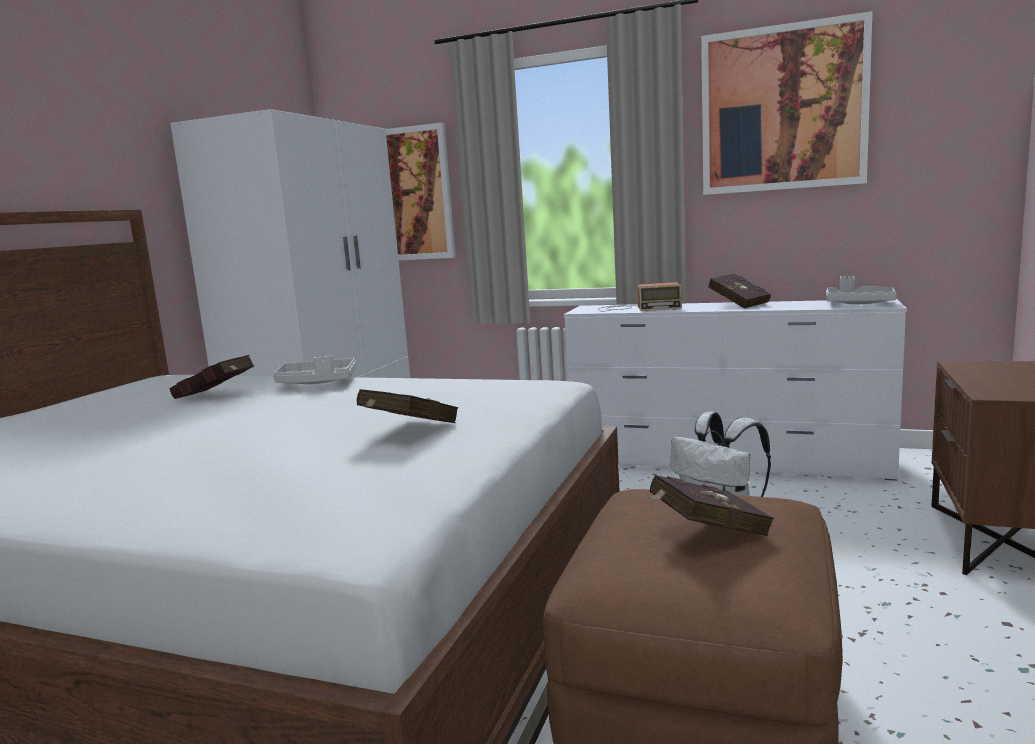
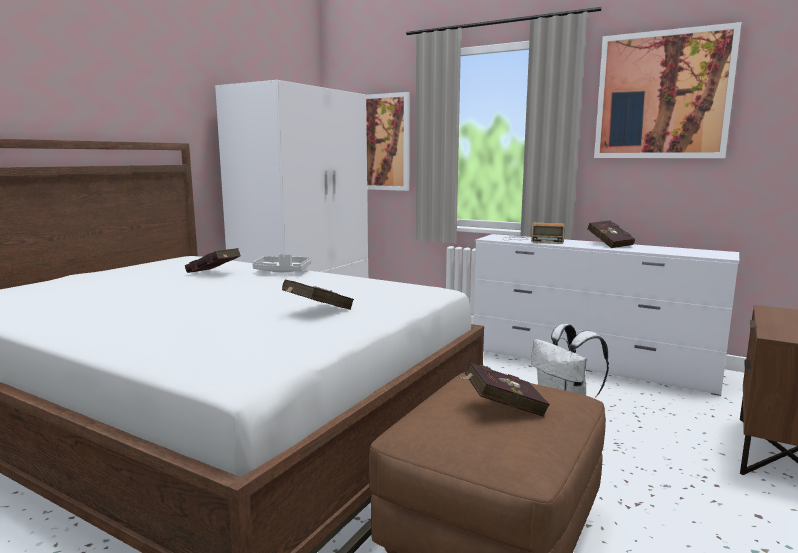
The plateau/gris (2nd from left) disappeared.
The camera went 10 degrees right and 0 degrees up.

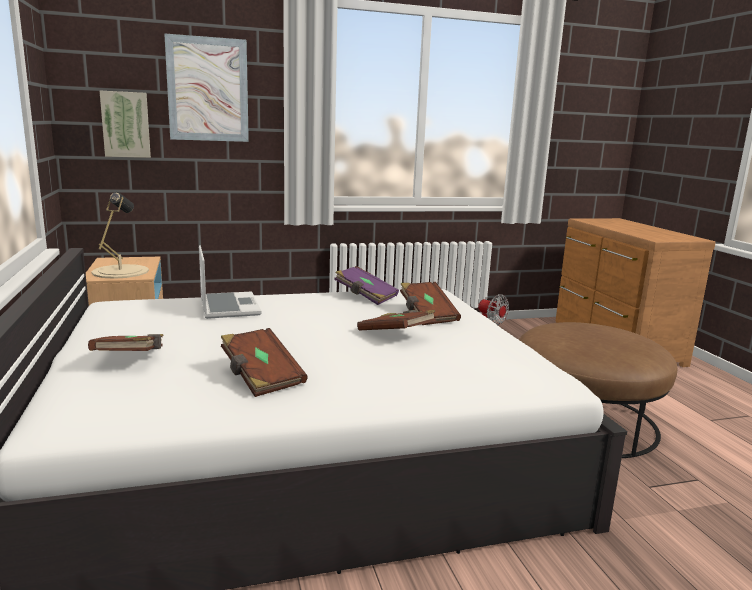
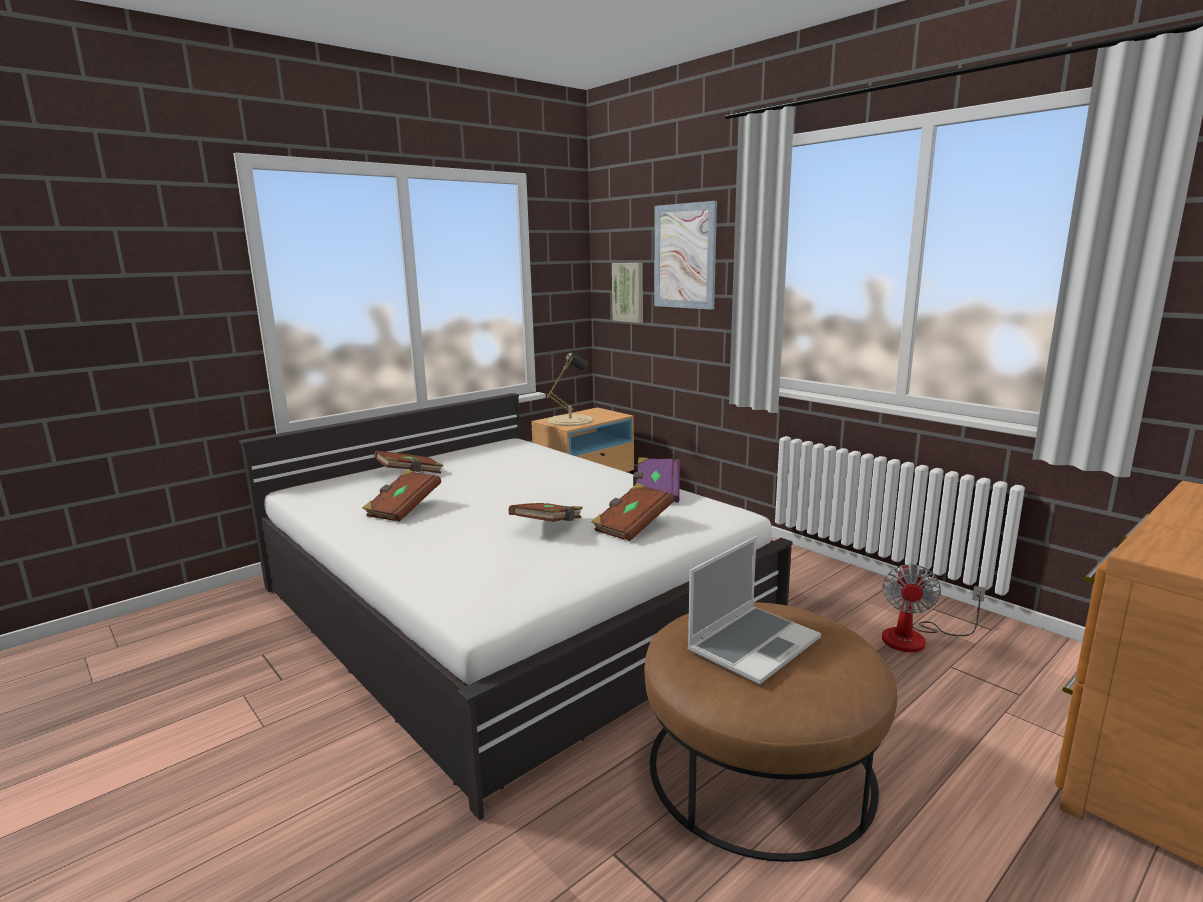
The ordinateur portable moved.
The camera went 65 degrees right and 0 degrees up.

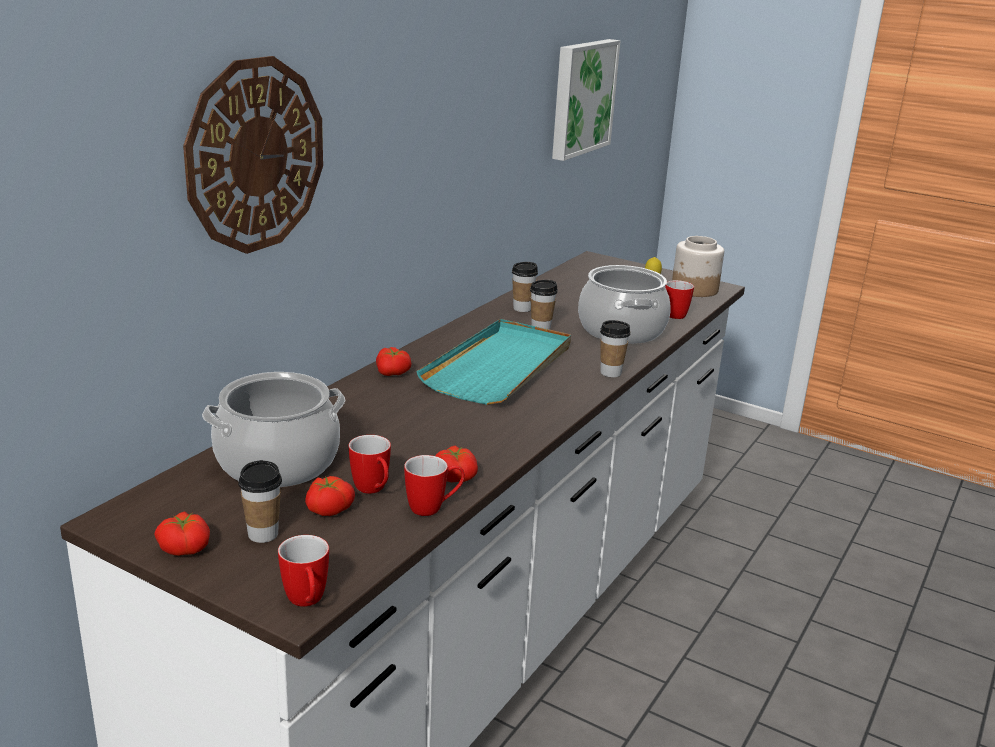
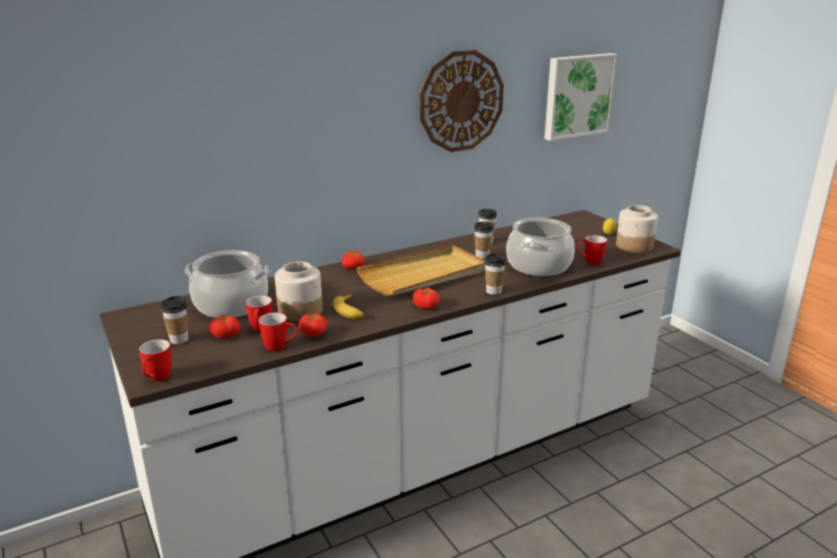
The bocal (1st from left) appeared.
The banane appeared.
The tomate (1st from left in the first image) moved.
The horloge murale moved.
The plateau/turquoise became the plateau/beige.
The camera went 30 degrees right and 0 degrees up.

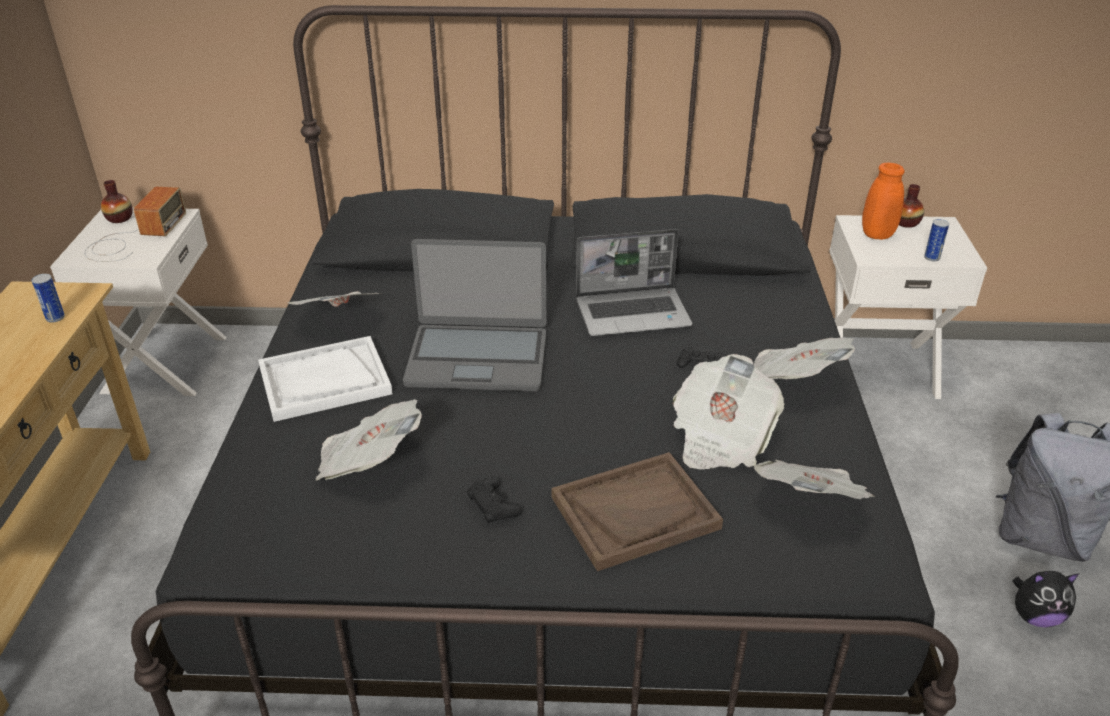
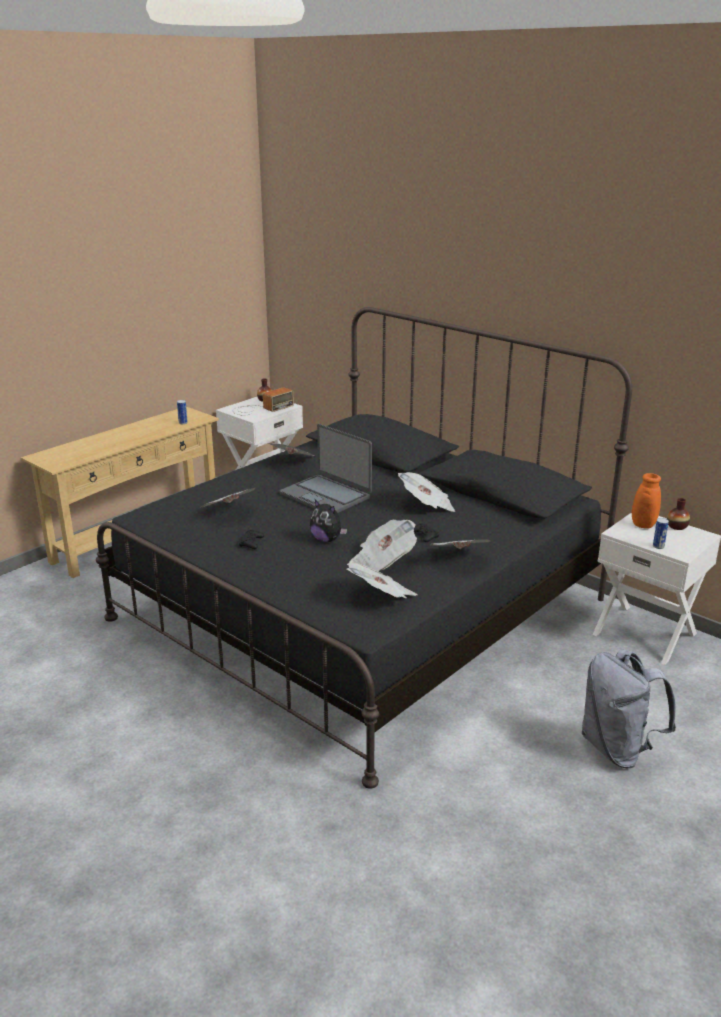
The plateau/blanc disappeared.
The plateau/marron disappeared.
The peluche moved.
The ordinateur portable (2nd from left) was replaced by the journal (5th from left).
The camera went 40 degrees right and 10 degrees down.

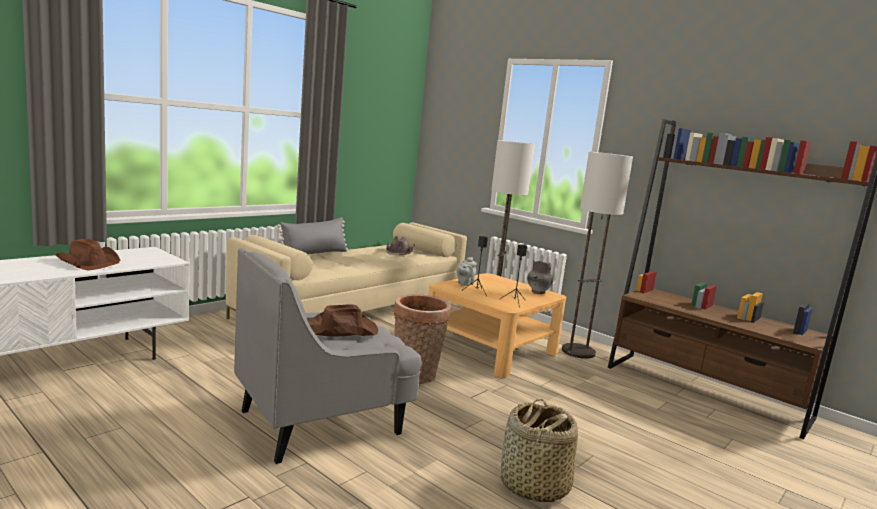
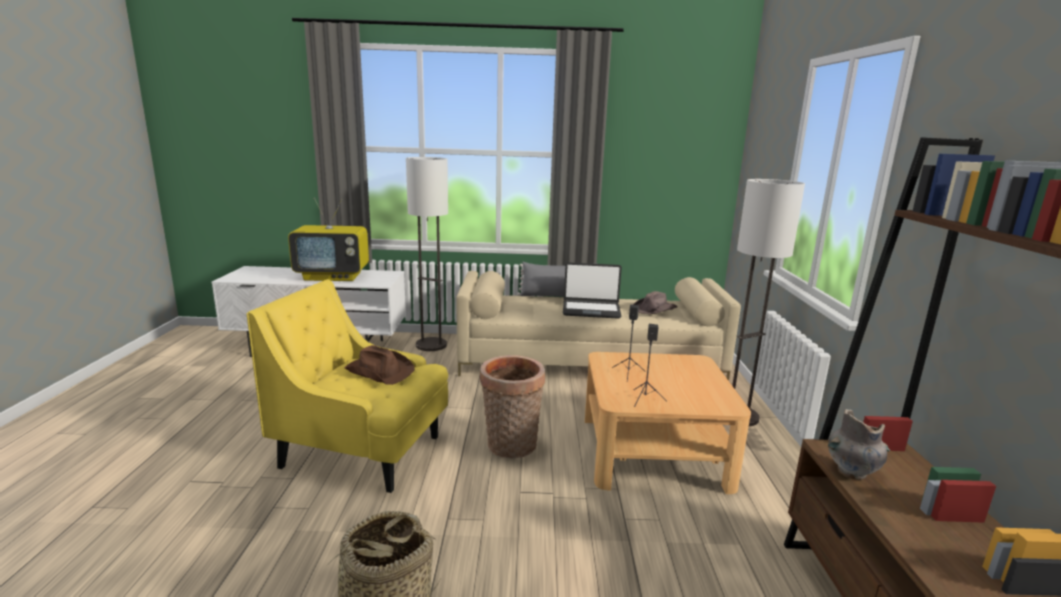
The théière/gris disappeared.
The ordinateur portable appeared.
The vase/gris moved.
The lampadaire (2nd from left in the first image) moved.
The chapeau/marron (1st from left) was replaced by the téléviseur.
The fauteuil/gris became the fauteuil/jaune.
The camera went 50 degrees right and 5 degrees up.

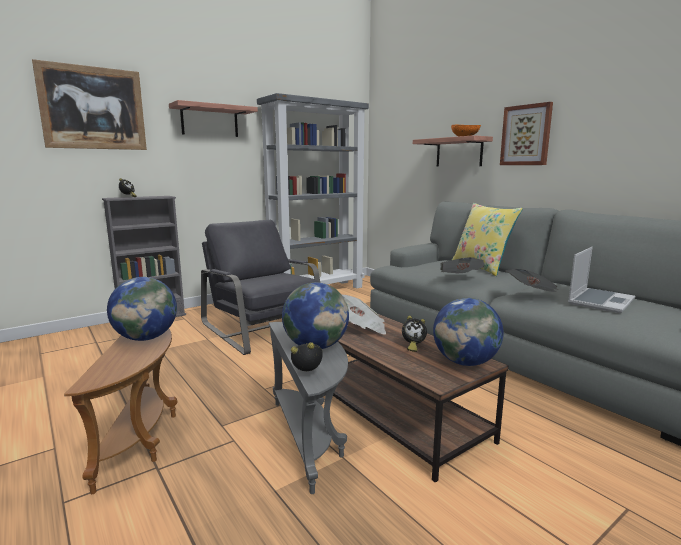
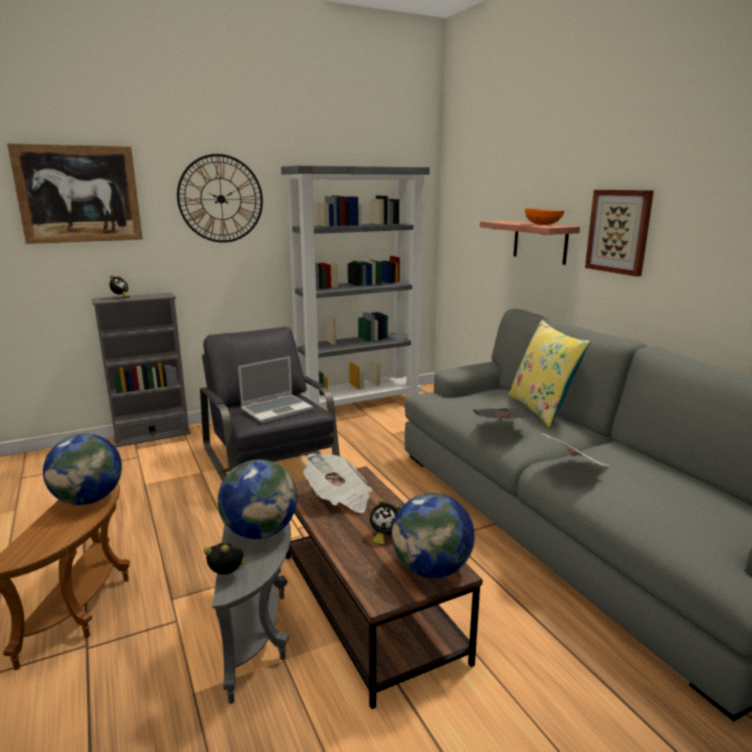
The ordinateur portable moved.
The étagère (1st from left) was replaced by the horloge murale.
The camera went 10 degrees right and 5 degrees up.

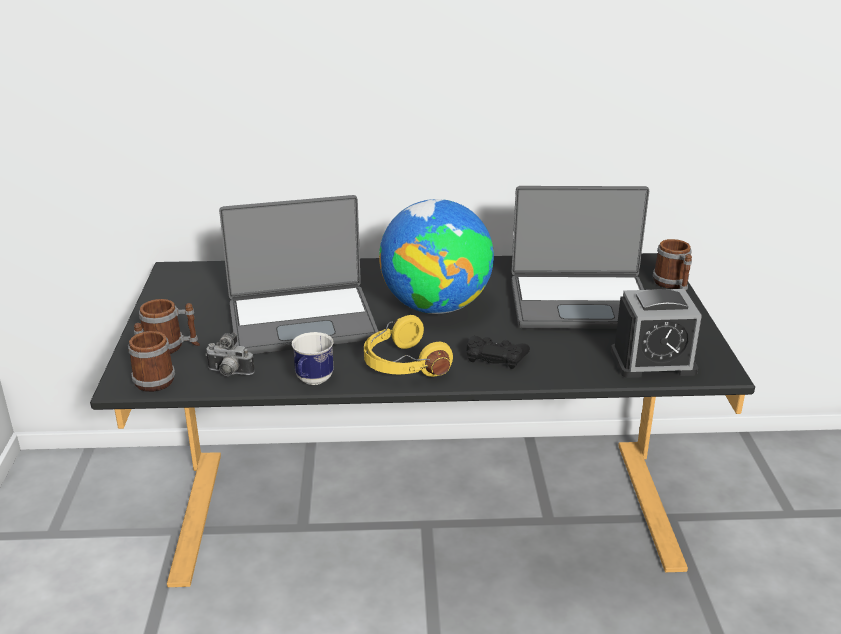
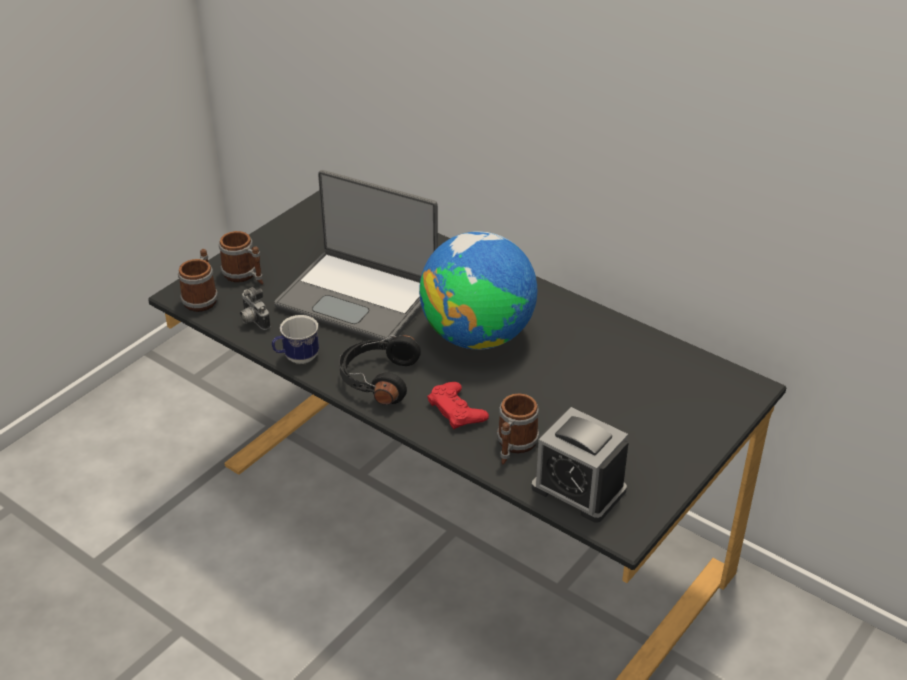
The ordinateur portable (2nd from left) disappeared.
The mug (4th from left) moved.
The casque audio/jaune became the casque audio/noir.
The manette/noir became the manette/rouge.
The camera went 40 degrees right and 10 degrees up.

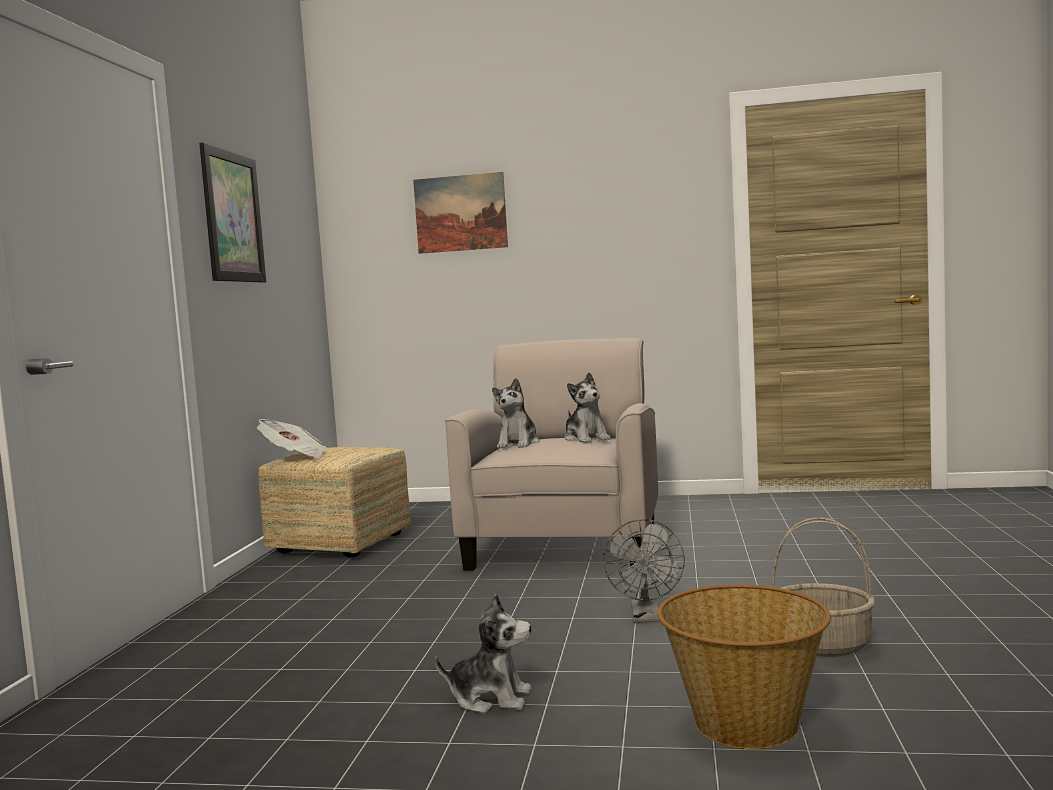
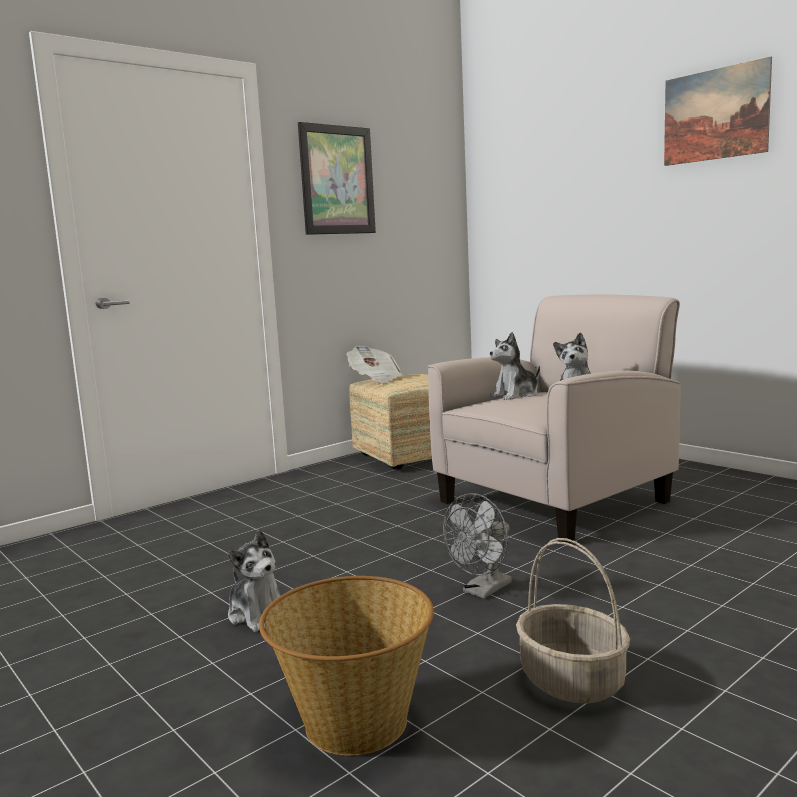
The tableau (2nd from left) moved.
The camera went 40 degrees right and 5 degrees up.

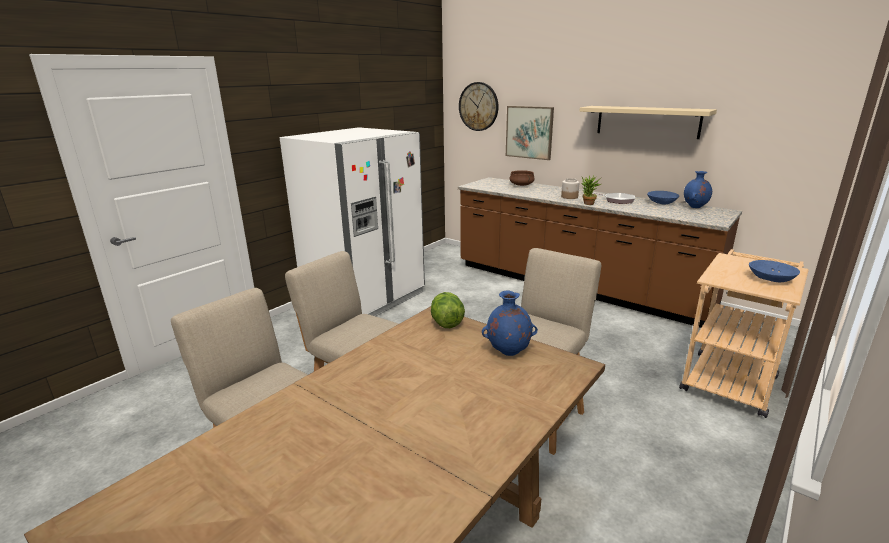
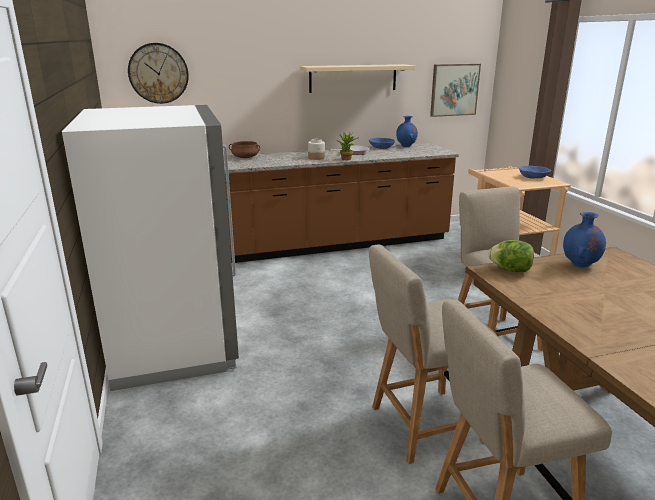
The tableau moved.
The camera went 55 degrees left and 0 degrees up.

